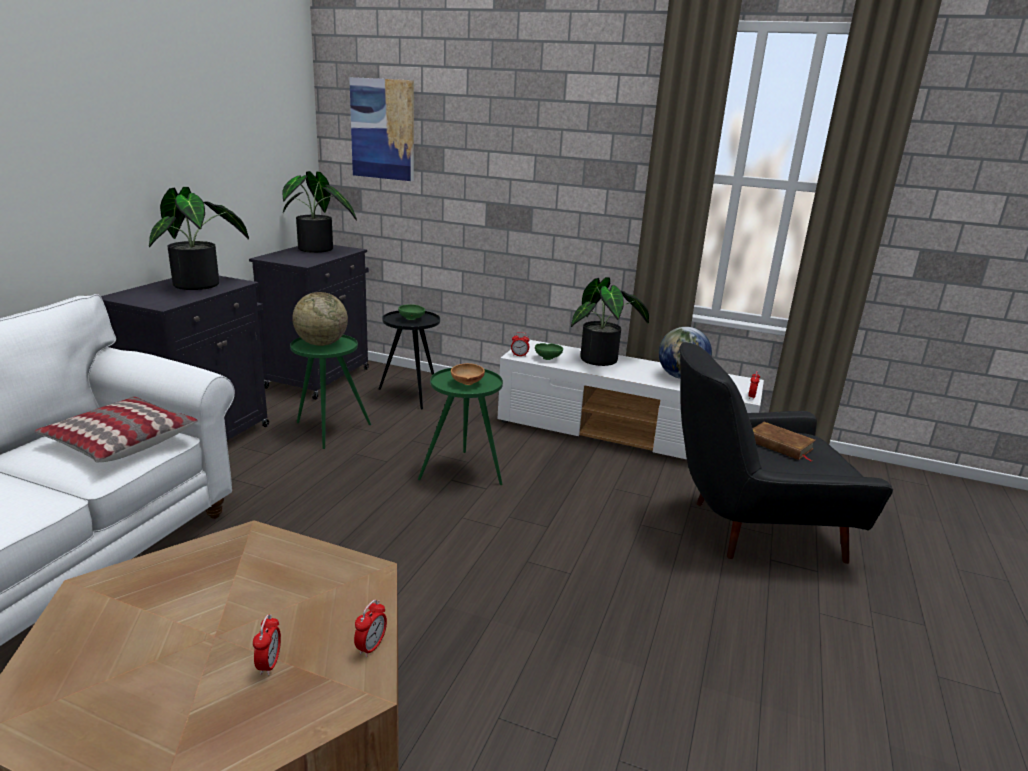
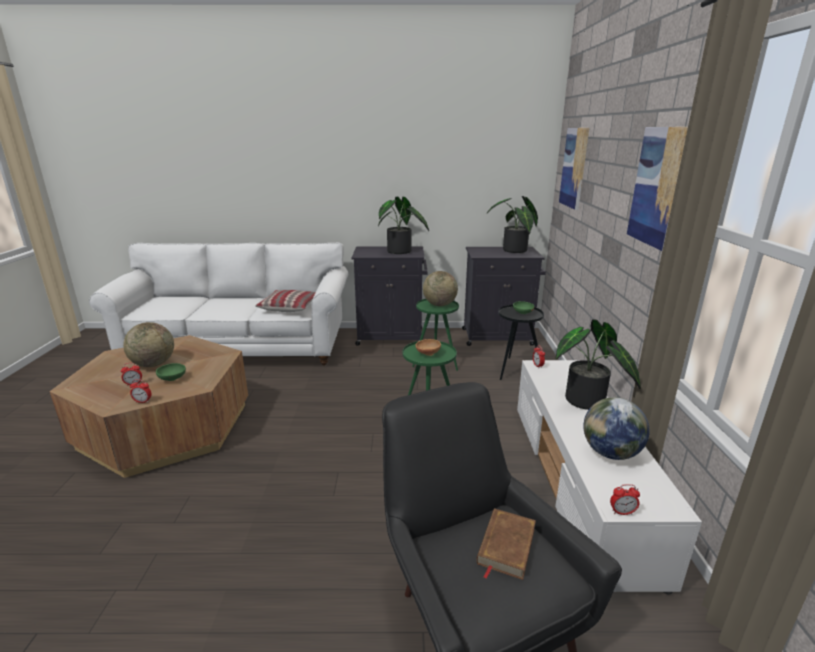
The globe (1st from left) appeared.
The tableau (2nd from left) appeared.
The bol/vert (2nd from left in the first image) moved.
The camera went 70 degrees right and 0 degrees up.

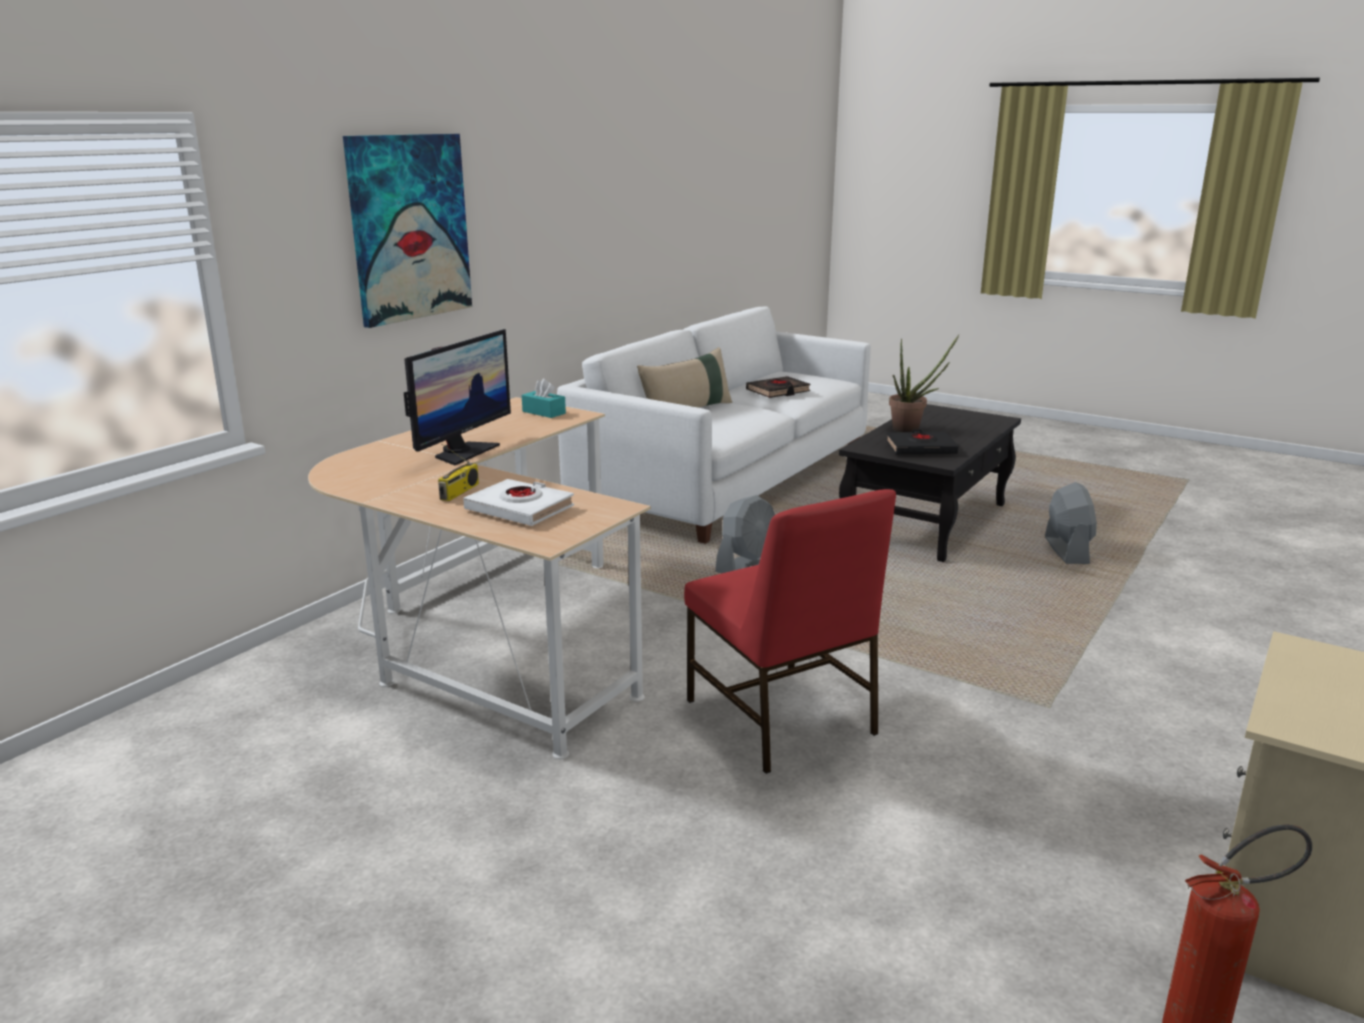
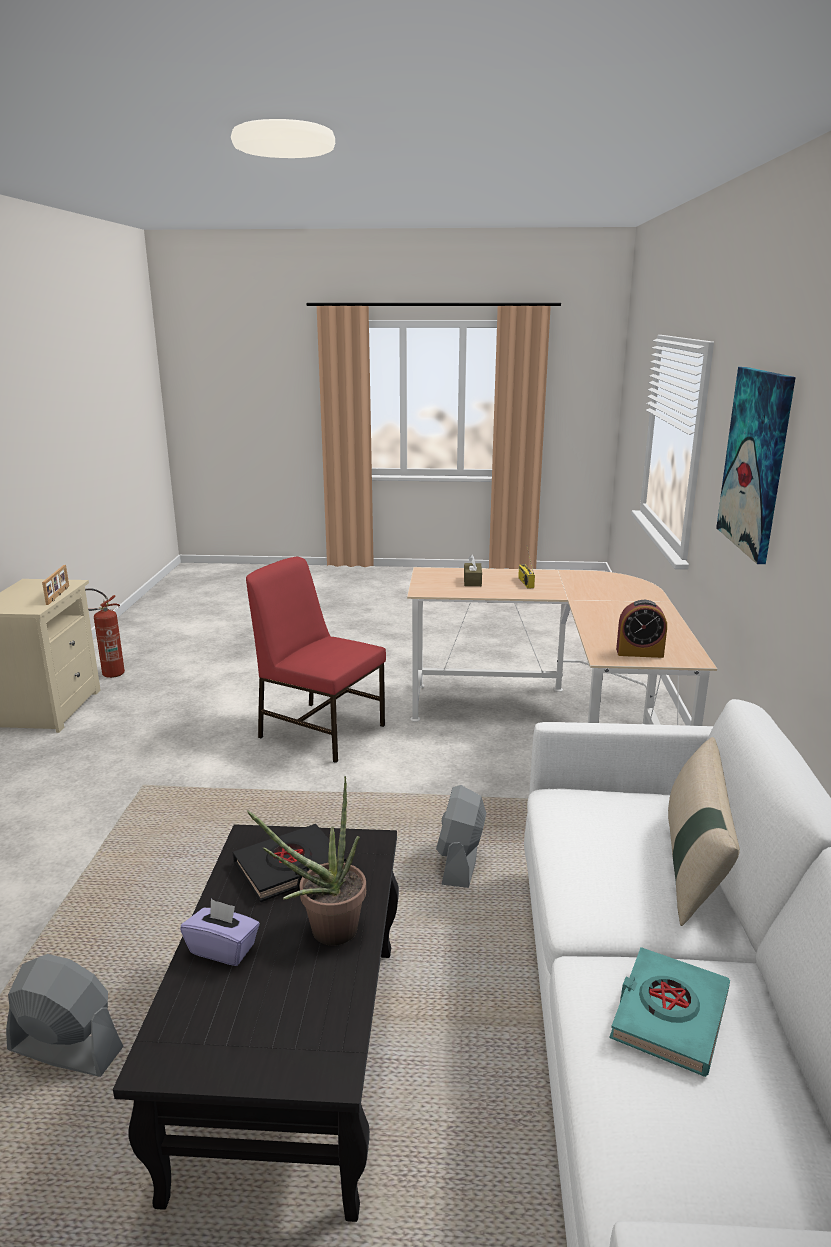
The écran d'ordinateur disappeared.
The cadre photo appeared.
The boîte à mouchoirs/violet appeared.
The livre/blanc was replaced by the boîte à mouchoirs/marron.
The boîte à mouchoirs/turquoise was replaced by the réveil.
The livre/noir (1st from left) became the livre/turquoise.
The ventilateur/gris (2nd from left in the first image) turned 135 degrees clockwise.
The camera went 150 degrees right and 0 degrees up.

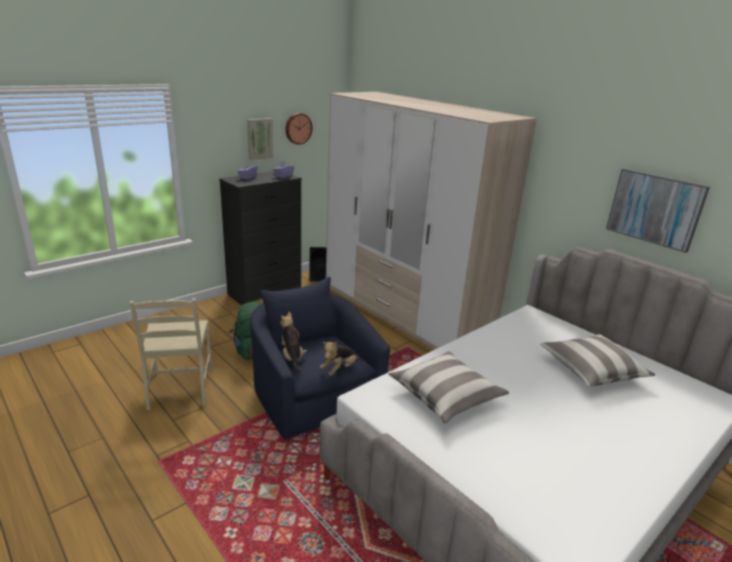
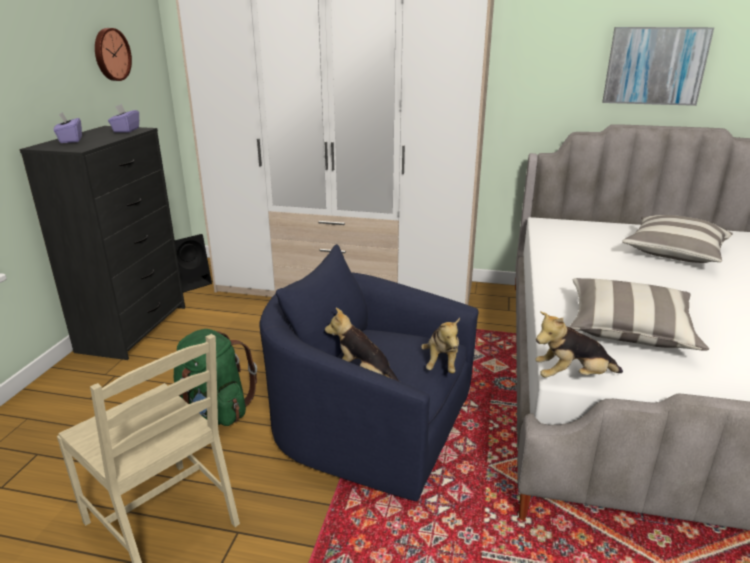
The tableau (1st from left) disappeared.
The peluche (3rd from left) appeared.
The camera went 35 degrees left and 0 degrees up.

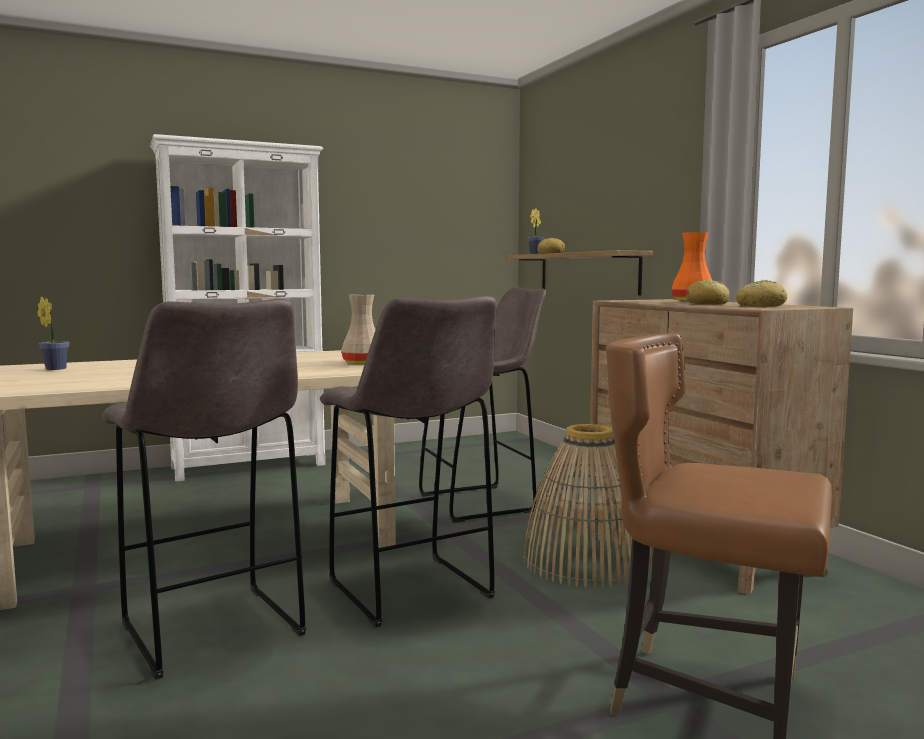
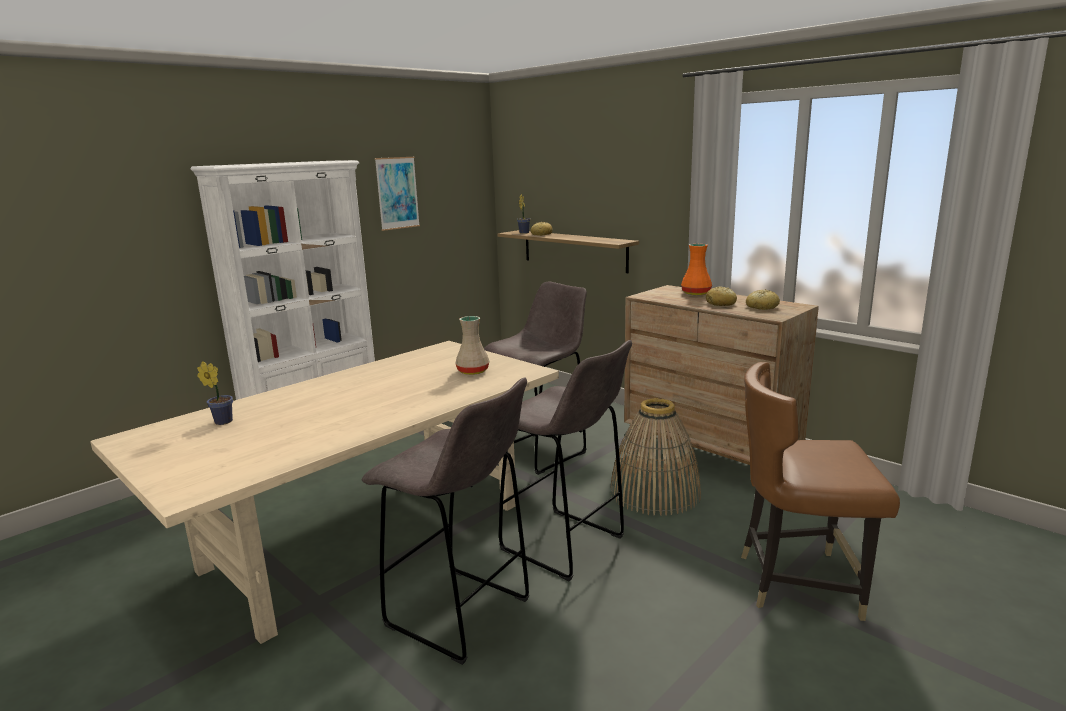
The tableau appeared.
The camera went 20 degrees left and 10 degrees up.

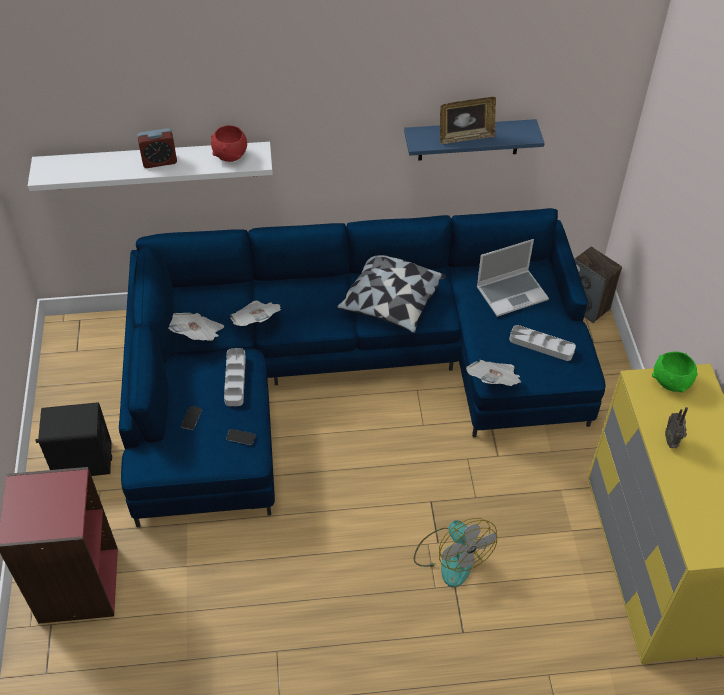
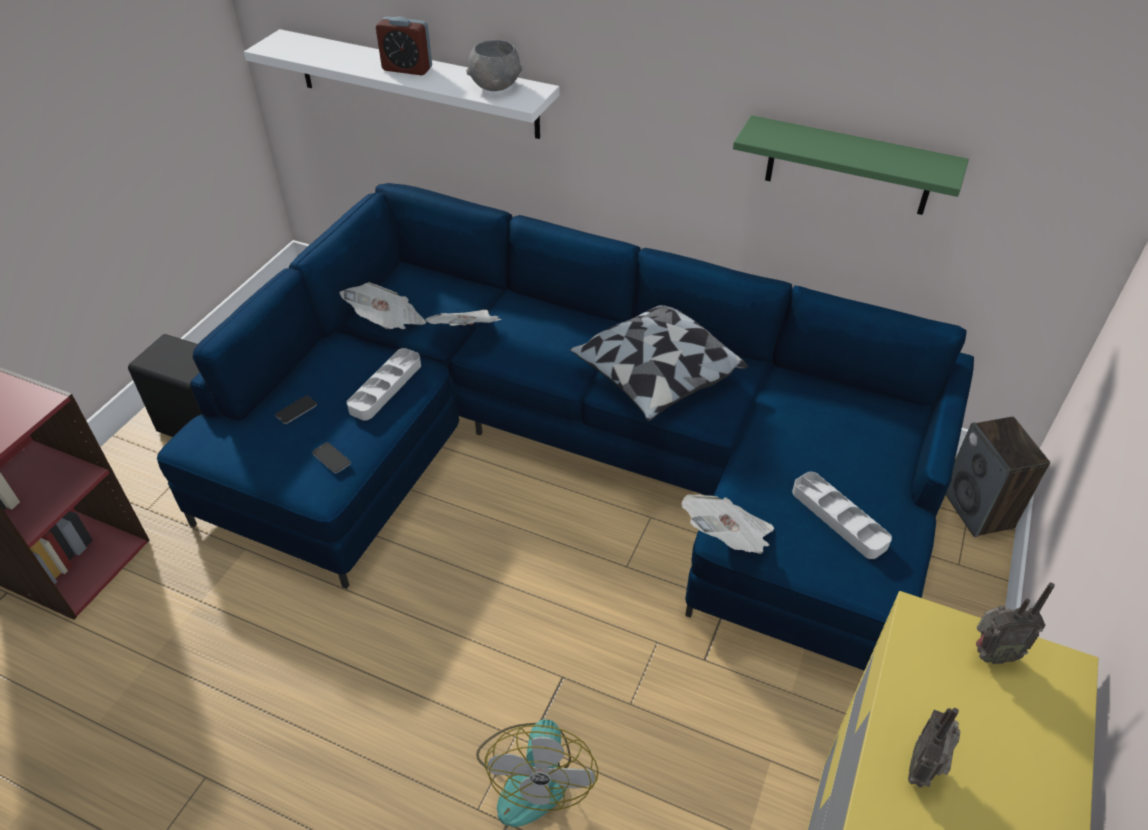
The cadre photo disappeared.
The ordinateur portable disappeared.
The bol/vert was replaced by the radio (2nd from left).
The bol/rouge became the bol/gris.
The étagère/bleu became the étagère/vert.
The camera went 30 degrees right and 5 degrees down.

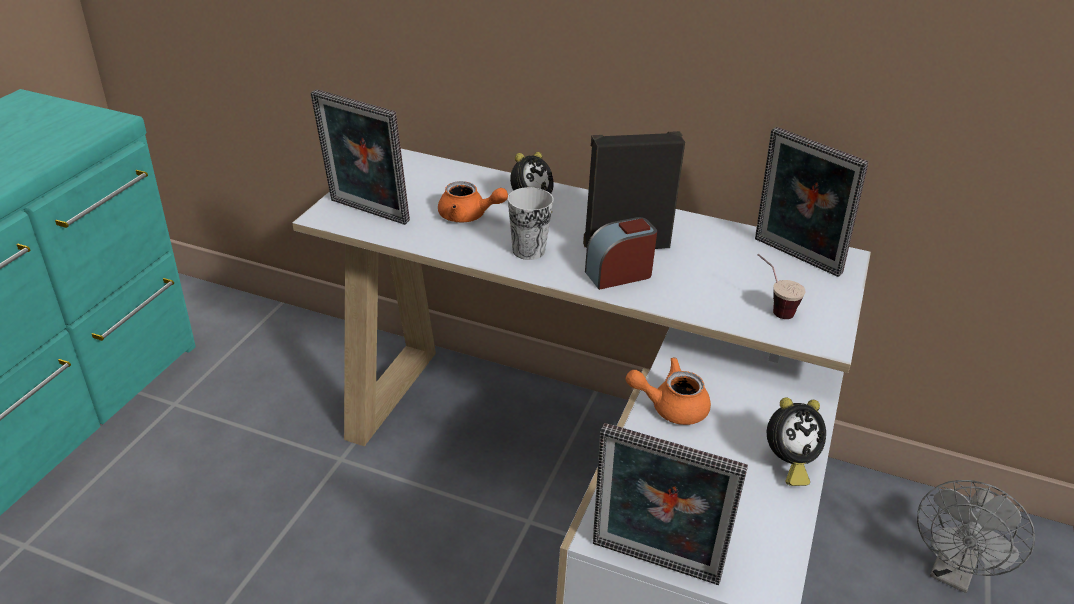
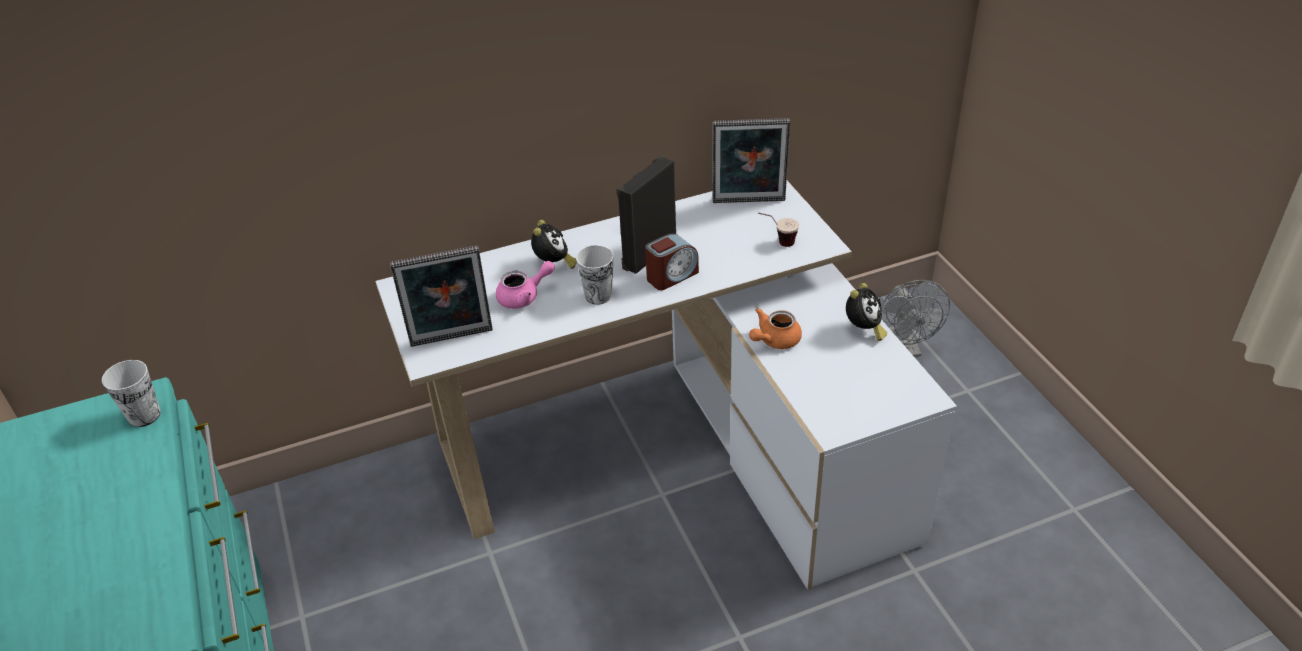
The cadre photo (2nd from left) disappeared.
The tasse (1st from left) appeared.
The théière/orange (1st from left) became the théière/rose.
The réveil (2nd from left) turned 150 degrees counterclockwise.
The camera went 40 degrees left and 5 degrees up.

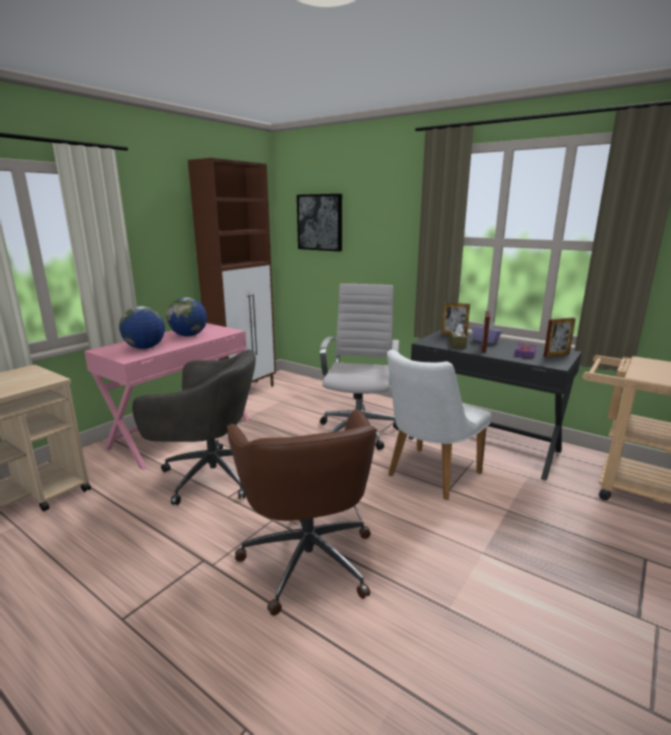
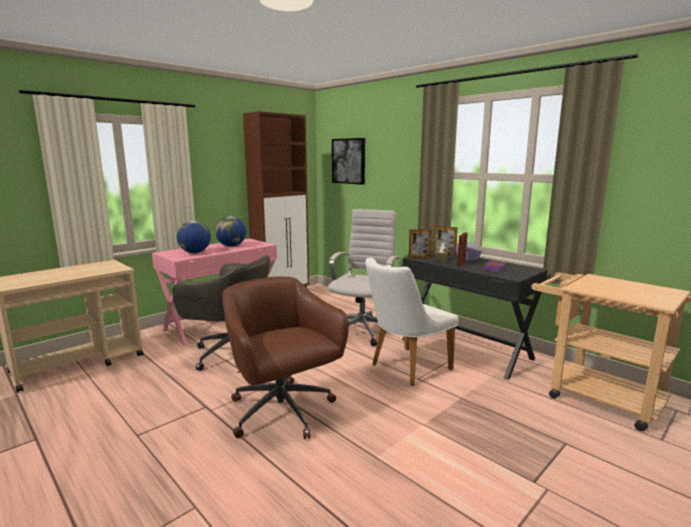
The cadre photo (3rd from left in the first image) moved.
The chaise de bureau/marron turned 150 degrees clockwise.
The camera went 10 degrees right and 5 degrees down.

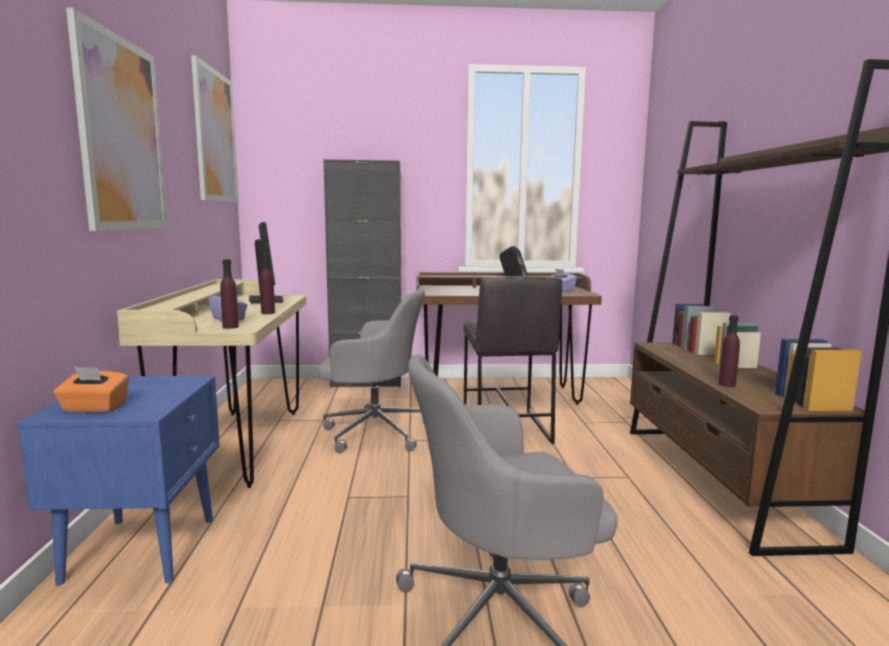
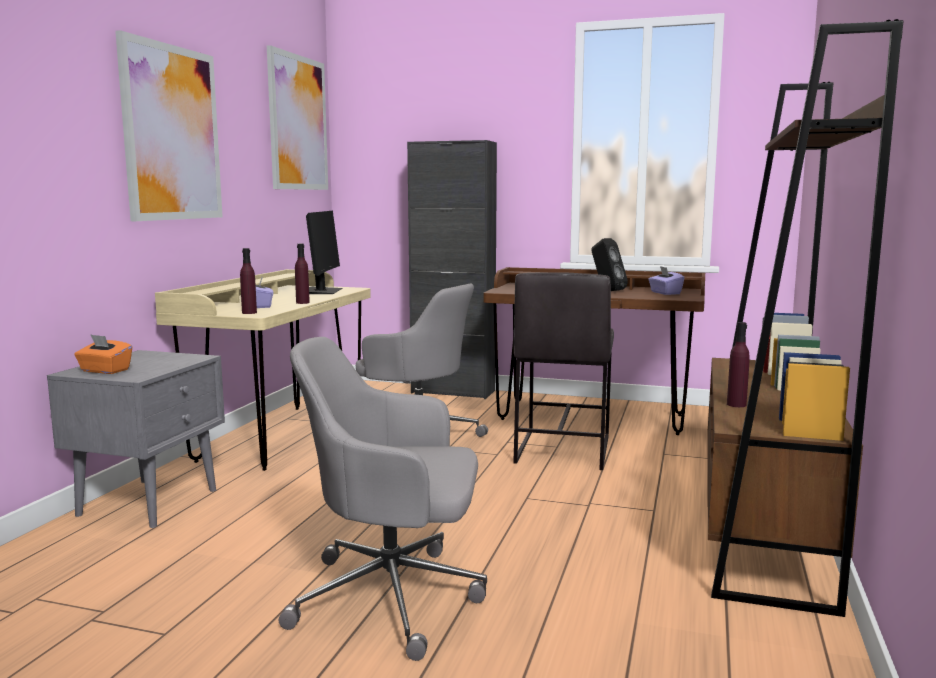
The table de chevet/bleu became the table de chevet/gris.
The camera went 20 degrees right and 0 degrees up.

